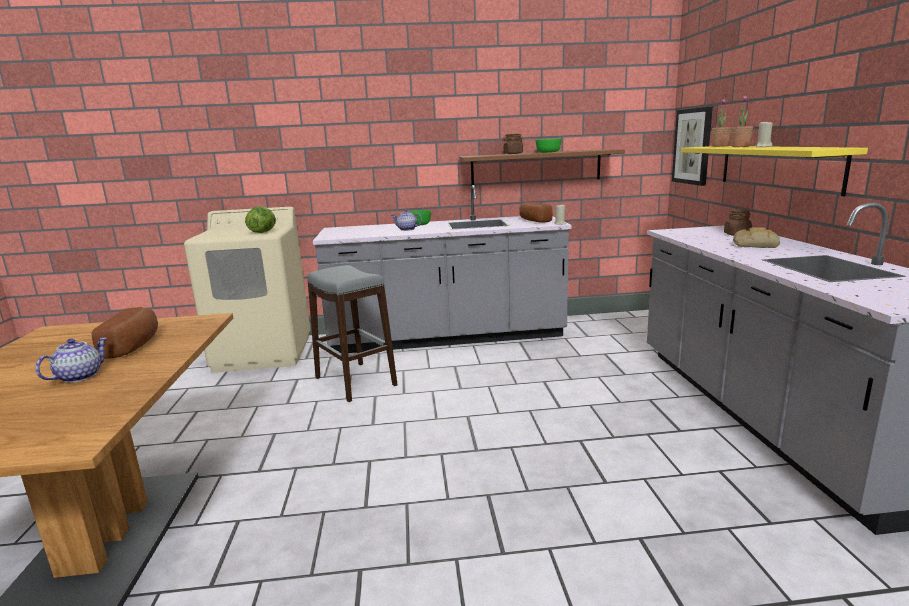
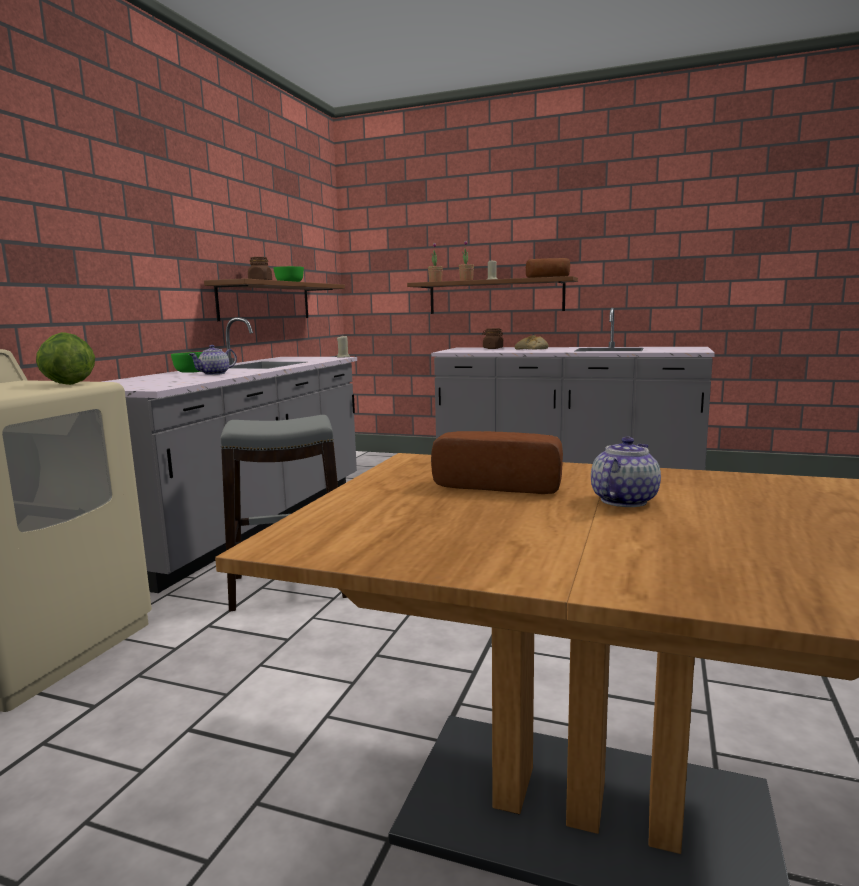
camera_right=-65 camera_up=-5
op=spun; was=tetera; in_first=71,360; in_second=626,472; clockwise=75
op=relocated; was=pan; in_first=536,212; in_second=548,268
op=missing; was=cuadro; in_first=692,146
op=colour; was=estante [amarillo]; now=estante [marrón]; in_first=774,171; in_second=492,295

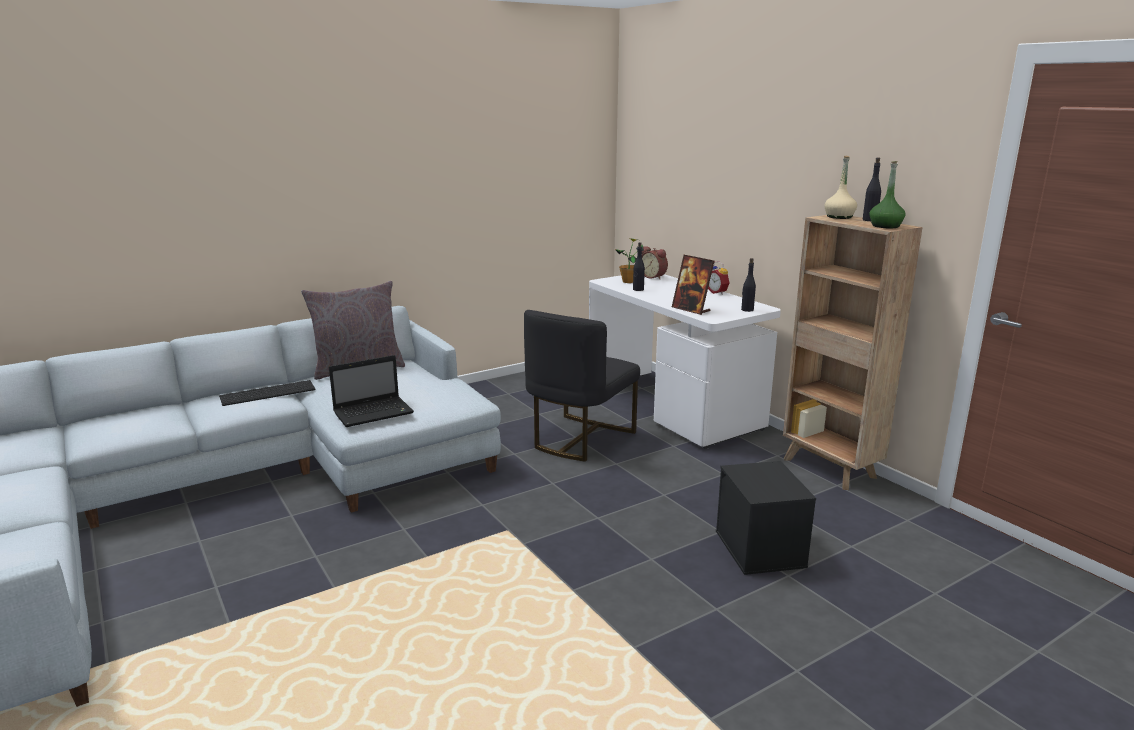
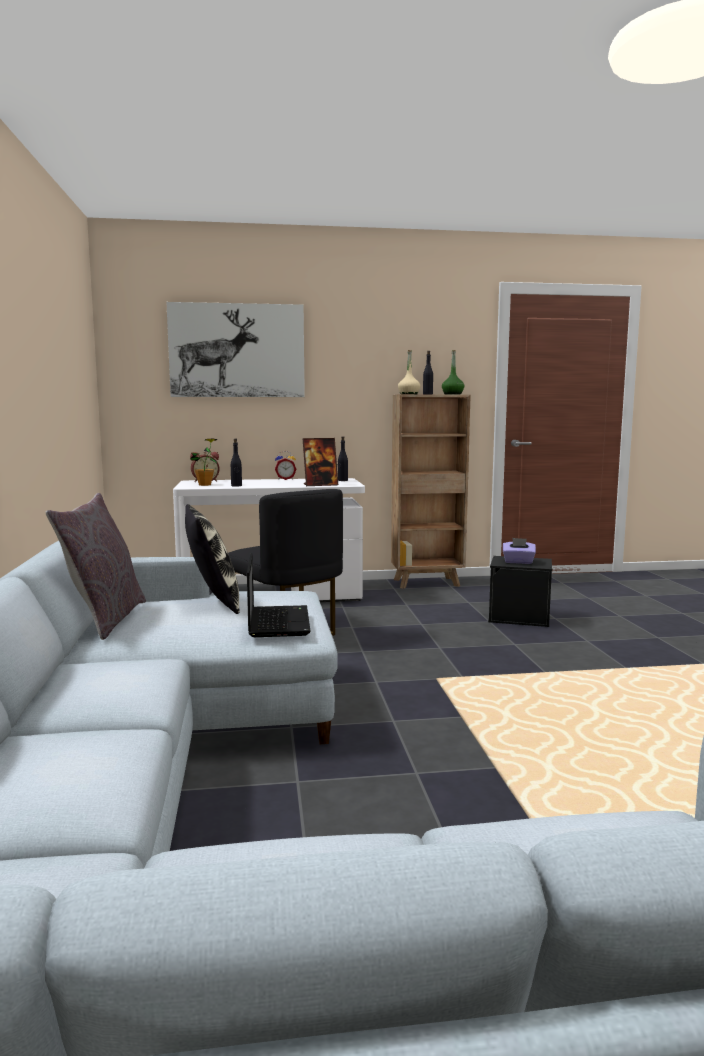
camera_right=-65 camera_up=-10
op=missing; was=teclado; in_first=267,393
op=appeared; now=cuadro; in_second=235,349
op=appeared; now=cojín; in_second=212,559
op=appeared; now=caja de pañuelos [morado]; in_second=519,551

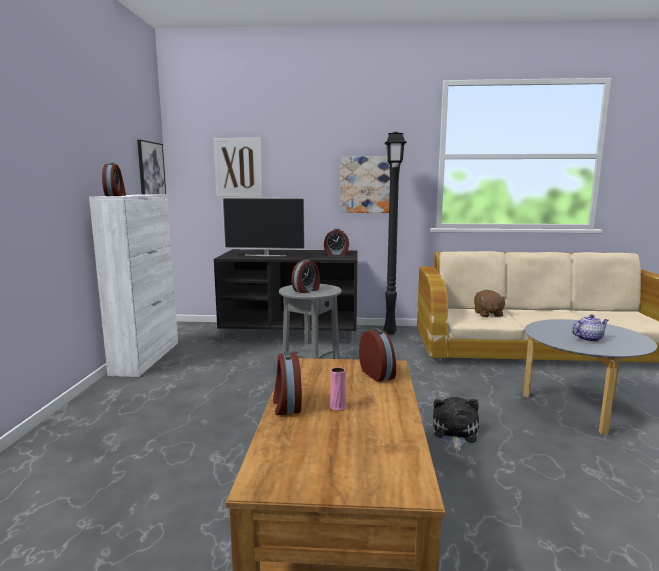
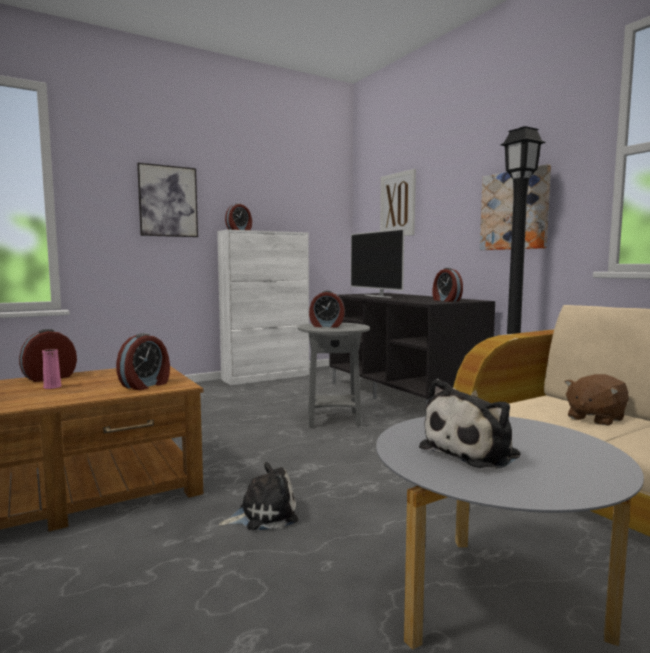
camera_right=55 camera_up=-5
op=relocated; was=cuadro; in_first=151,167; in_second=167,200
op=exchanged; was=tetera; now=peluche; in_first=590,328; in_second=469,424

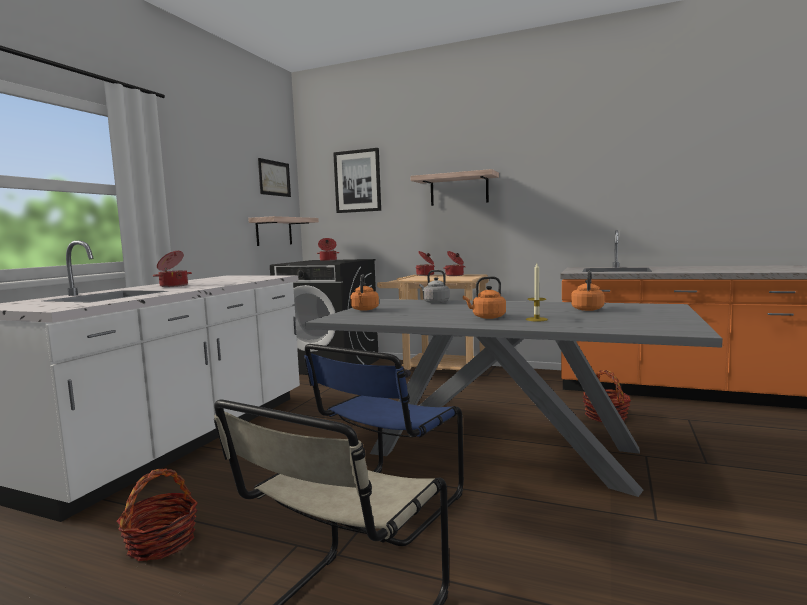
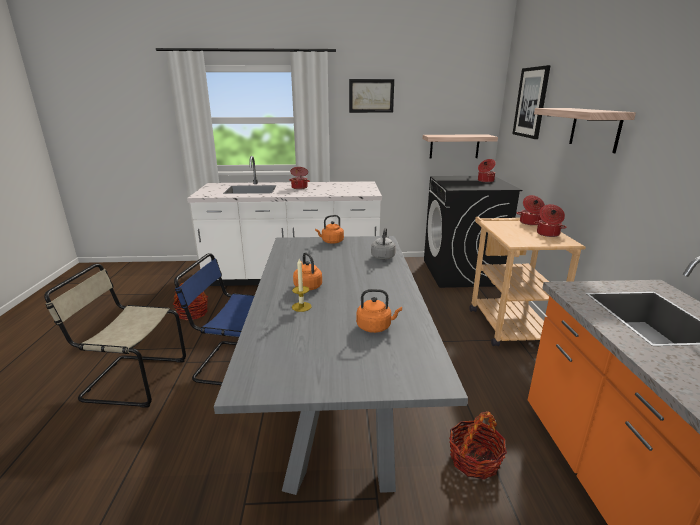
camera_right=65 camera_up=15
op=relocated; was=cuadro; in_first=274,177; in_second=371,96

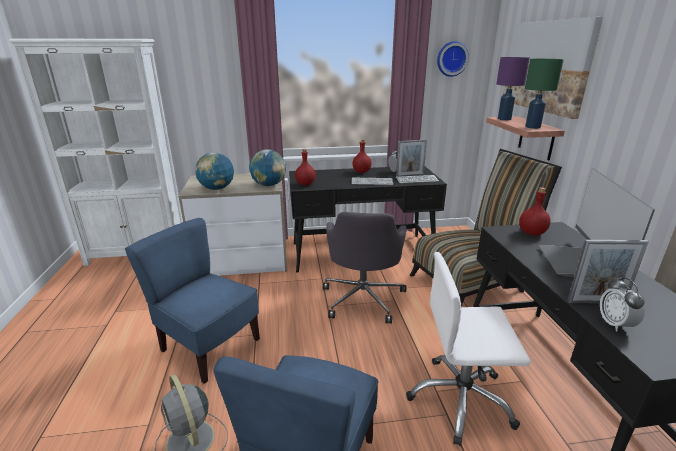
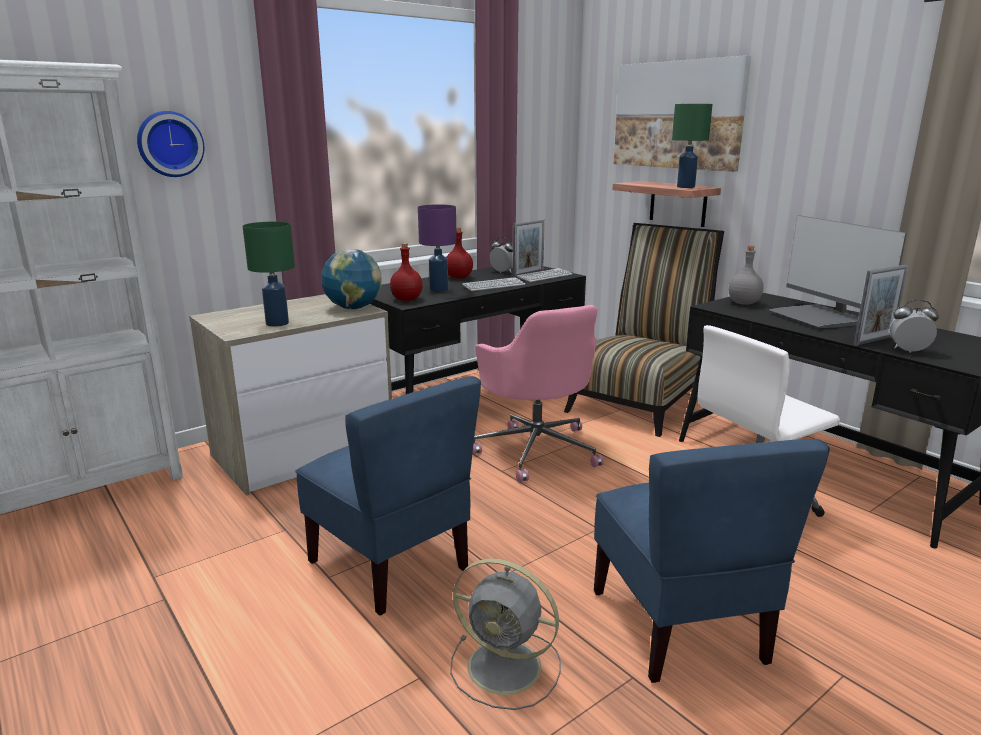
camera_right=-30 camera_up=-5
op=spun; was=silla [azul]; in_first=192,301; in_second=388,496; clockwise=-135
op=exchanged; was=globo terráqueo; now=lámpara de mesa [verde]; in_first=214,171; in_second=269,274
op=colour; was=silla de oficina [gris]; now=silla de oficina [rosa]; in_first=365,268; in_second=538,393
op=relocated; was=reloj de pared; in_first=453,59; in_second=170,144
op=relocated; was=lámpara de mesa [morado]; in_first=513,88; in_second=437,248
op=colour; was=botella [rojo]; now=botella [gris]; in_first=535,211; in_second=746,275
op=spun; was=despertador; in_first=622,305; in_second=914,326; clockwise=135

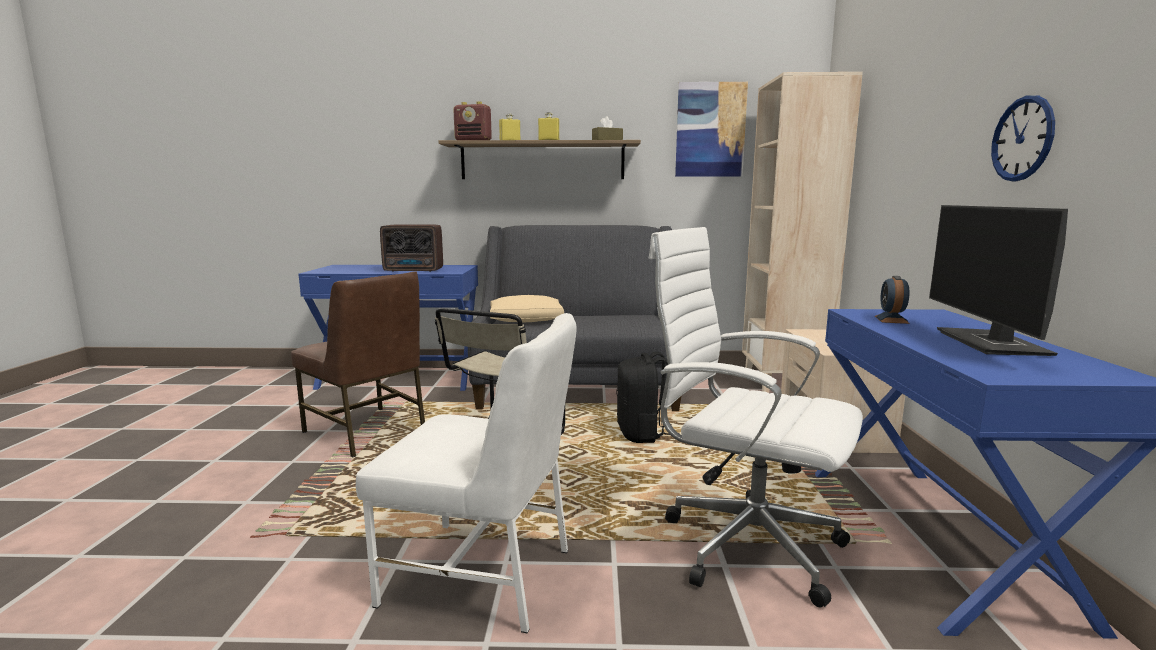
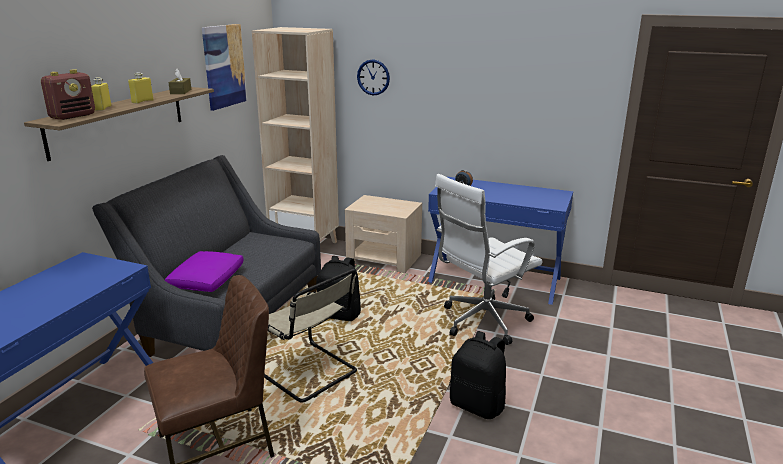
camera_right=-70 camera_up=10
op=exchanged; was=silla [blanco]; now=mochila [negro]; in_first=466,473; in_second=477,375
op=missing; was=radio; in_first=411,248
op=colour; was=cojín [beis]; now=cojín [morado]; in_first=527,308; in_second=204,271
op=missing; was=monitor; in_first=998,280
op=relocated; was=reloj de pared; in_first=1023,138; in_second=373,77

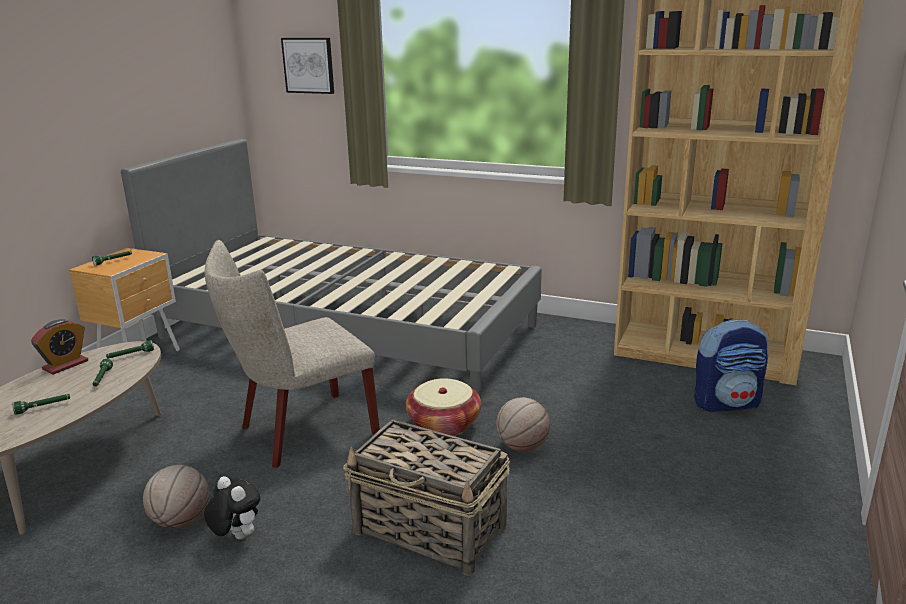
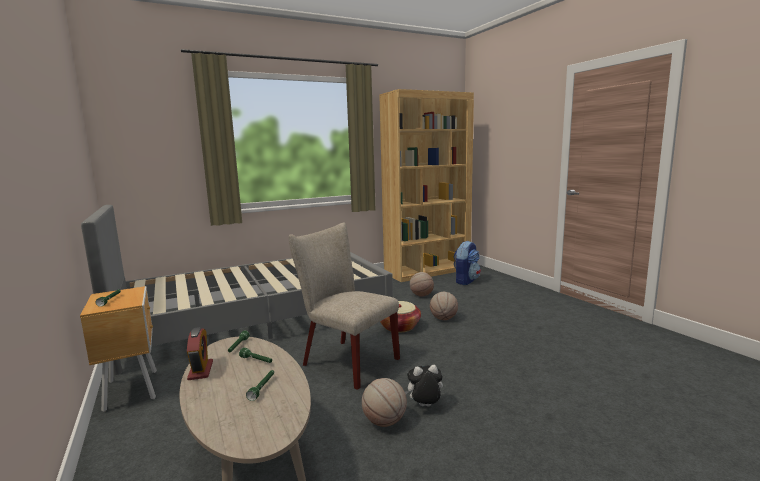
camera_right=-50 camera_up=-10
op=spun; was=silla [beis]; in_first=292,354; in_second=344,306; clockwise=120
op=missing; was=cuadro; in_first=307,66
op=missing; was=cesta; in_first=426,498
op=appeared; now=balón de baloncesto; in_second=422,284

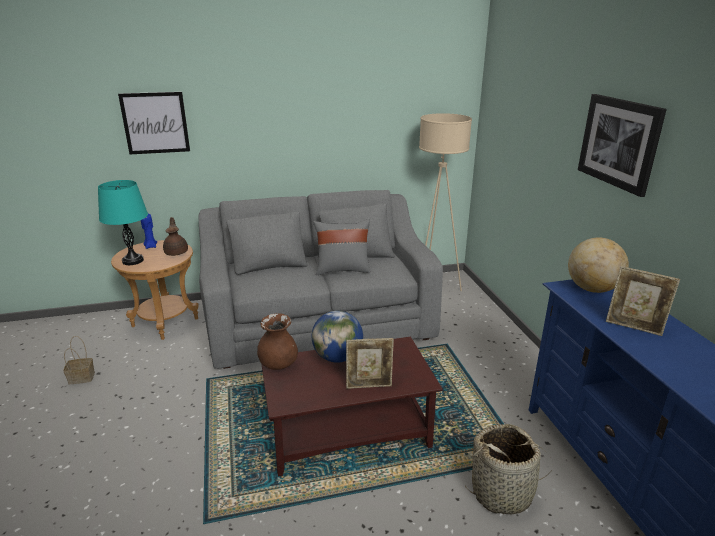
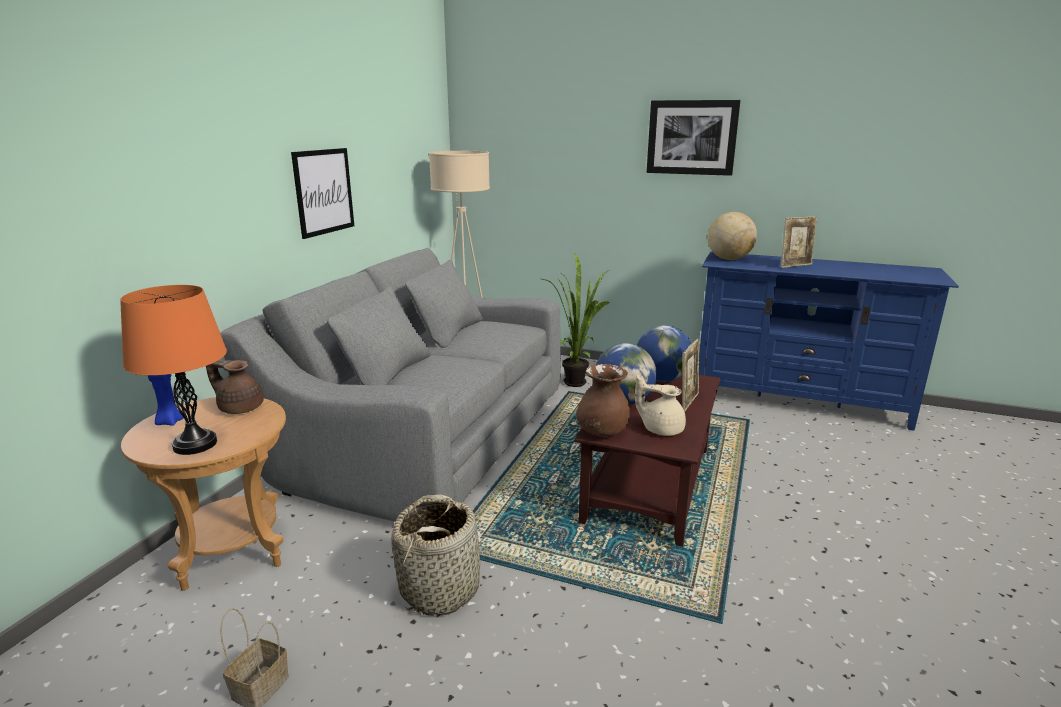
camera_right=-55 camera_up=-5
op=colour; was=lámpara de mesa [turquesa]; now=lámpara de mesa [naranja]; in_first=123,222; in_second=173,370
op=relocated; was=cuadro; in_first=154,123; in_second=322,193
op=missing; was=cojín [gris]; in_first=341,247
op=relocated; was=cesta; in_first=508,469; in_second=435,555
op=appeared; now=planta en maceta; in_second=576,320
op=appeared; now=tetera [beis]; in_second=660,405
op=appeared; now=globo terráqueo; in_second=664,353

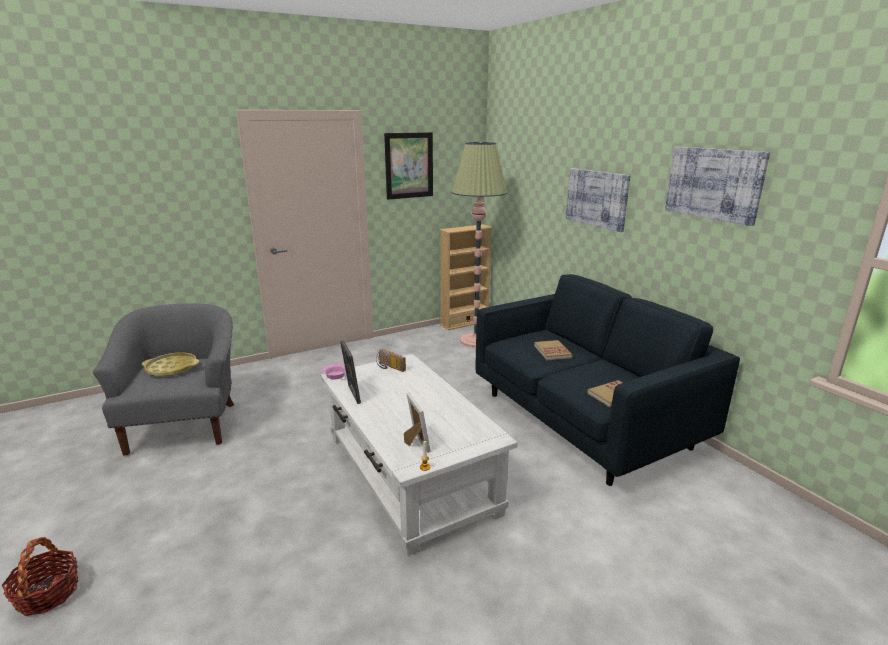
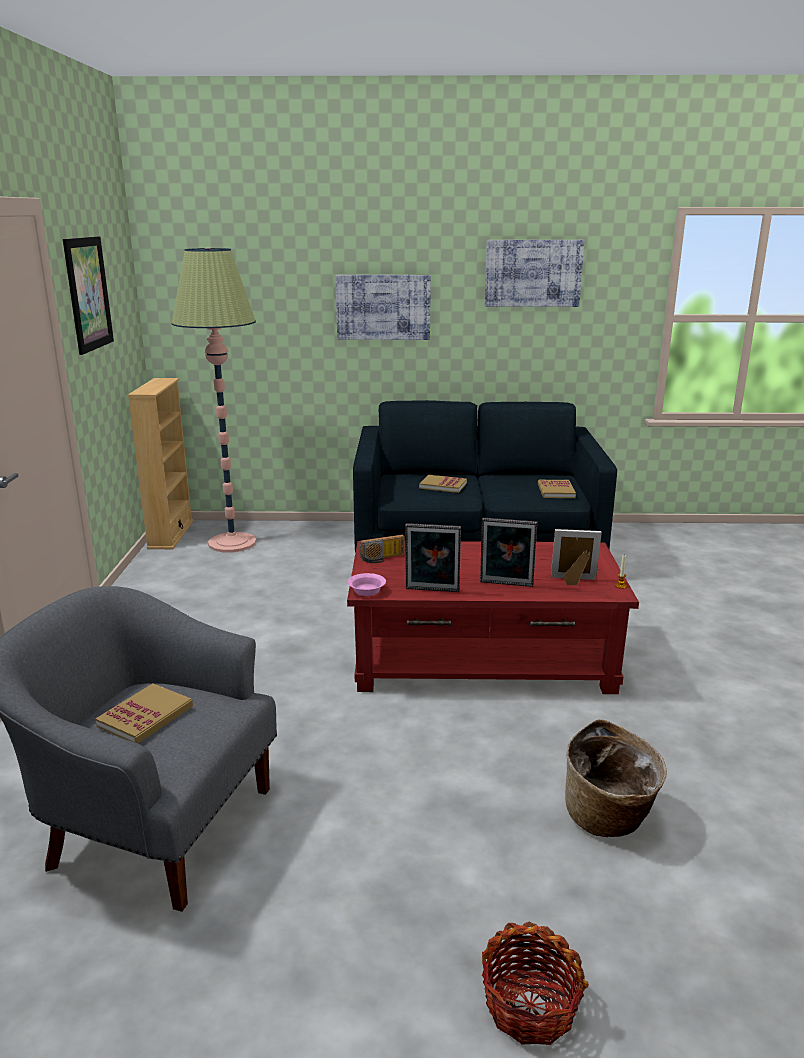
camera_right=-60 camera_up=0
op=exchanged; was=bandeja [amarillo]; now=libro; in_first=170,364; in_second=144,713
op=colour; was=mesa de centro [blanco]; now=mesa de centro [rojo]; in_first=419,455; in_second=493,617
op=appeared; now=portarretratos; in_second=508,552
op=appeared; now=cesta; in_second=616,778

